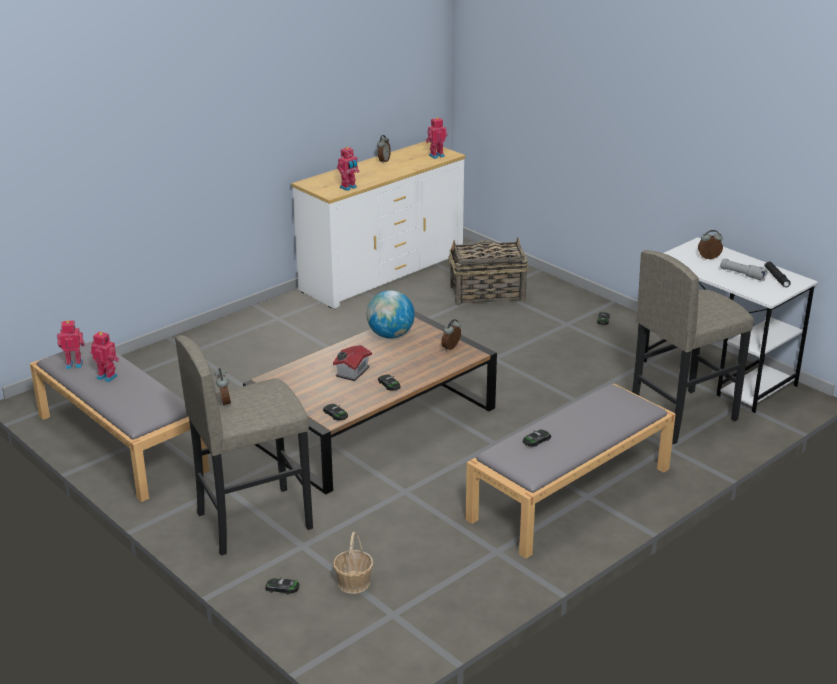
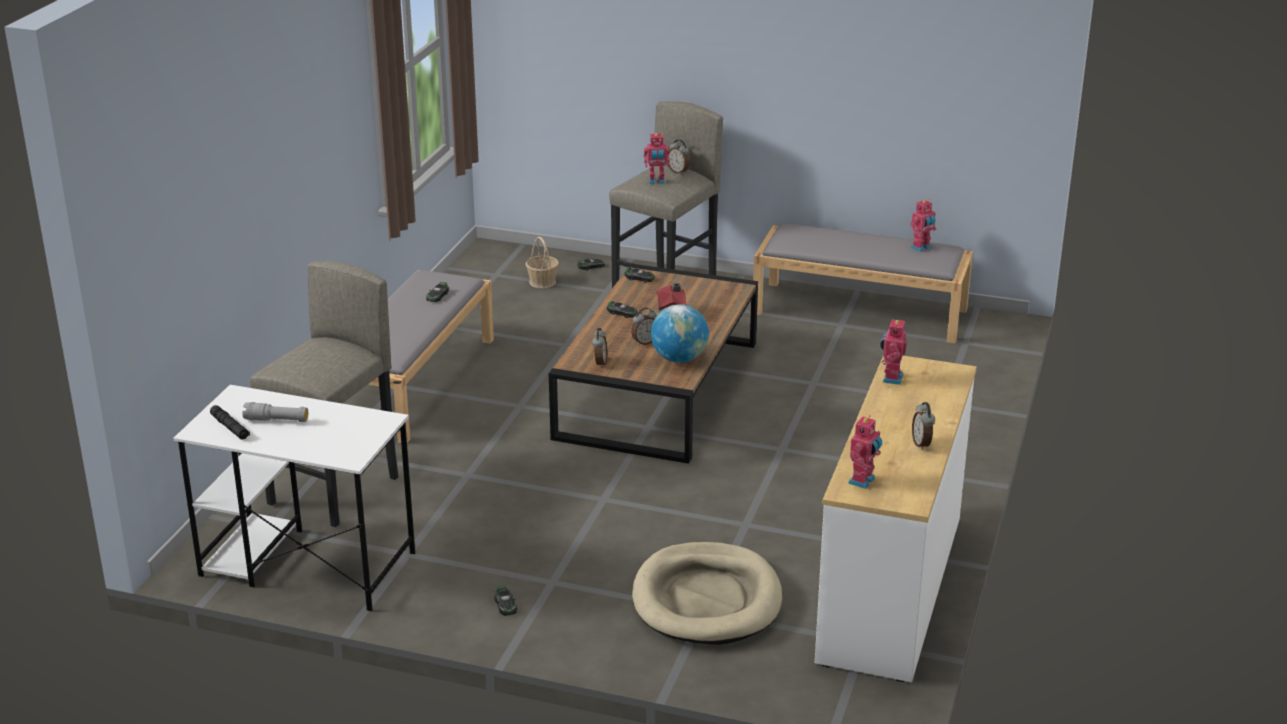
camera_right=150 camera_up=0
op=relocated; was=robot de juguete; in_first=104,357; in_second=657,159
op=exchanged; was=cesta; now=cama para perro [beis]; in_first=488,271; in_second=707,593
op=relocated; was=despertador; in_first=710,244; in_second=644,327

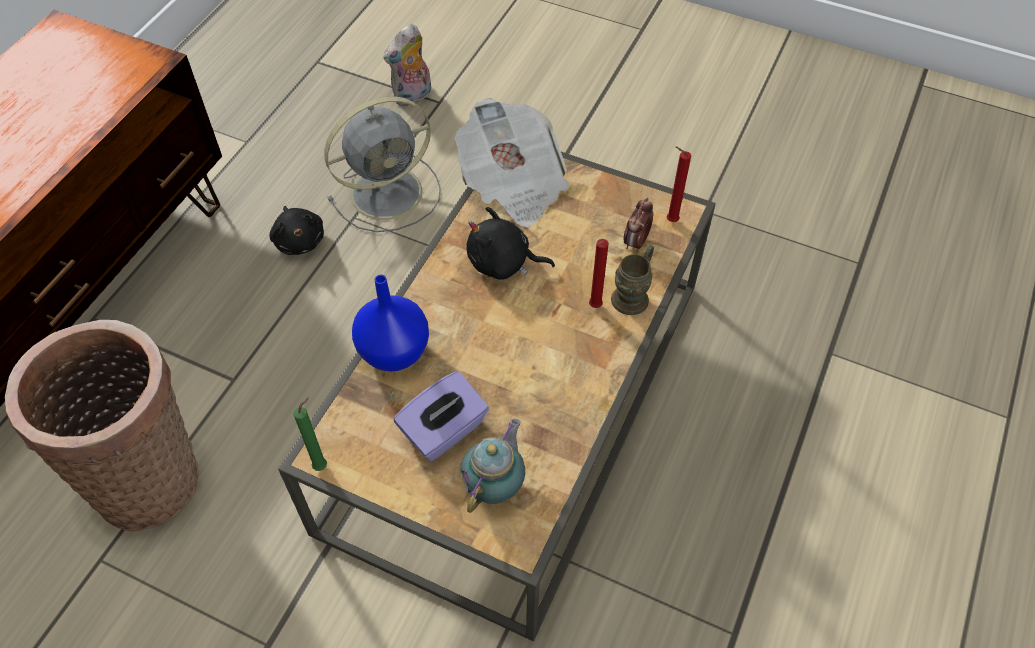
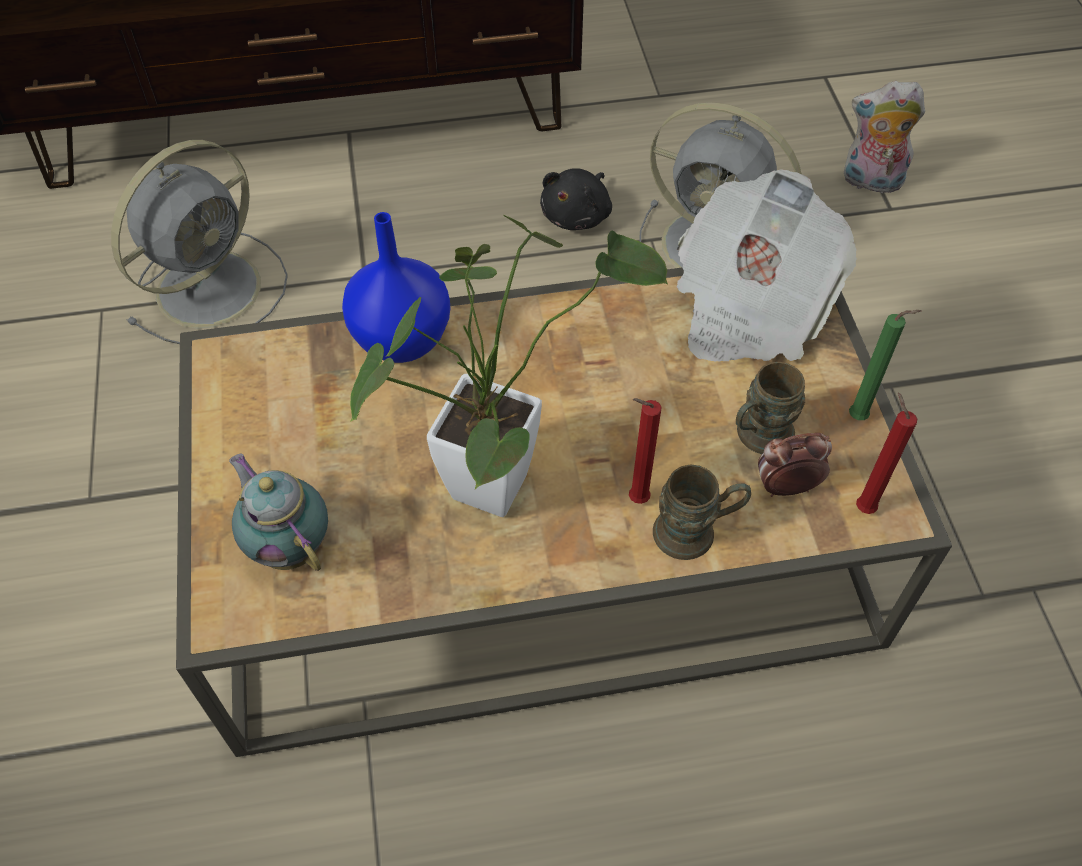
camera_right=55 camera_up=0
op=exchanged; was=cesta; now=ventilador [gris]; in_first=102,426; in_second=199,242
op=relocated; was=vela [verde]; in_first=310,434; in_second=885,365
op=missing; was=caja de pañuelos [morado]; in_first=441,416
op=spun; was=tetera; in_first=492,466; in_second=278,512; clockwise=-120
op=missing; was=peluche [negro]; in_first=510,243
op=appeared; now=planta en maceta; in_second=509,366
op=appeared; now=taza grande [marrón]; in_second=770,408

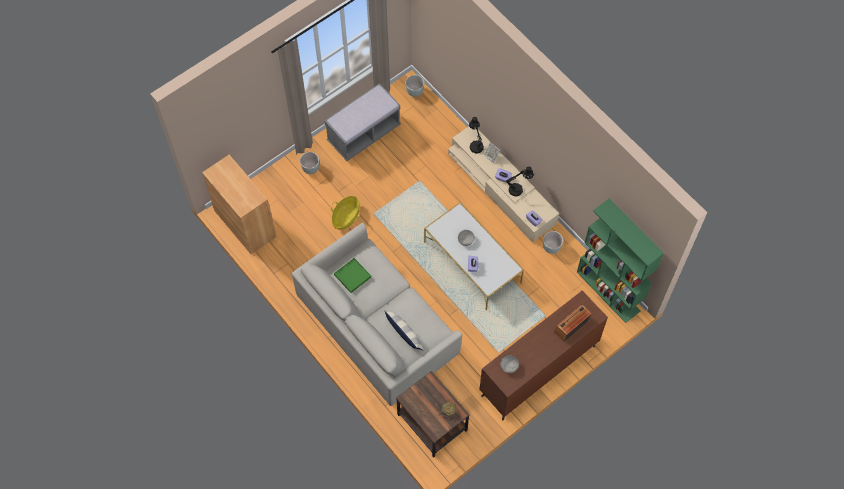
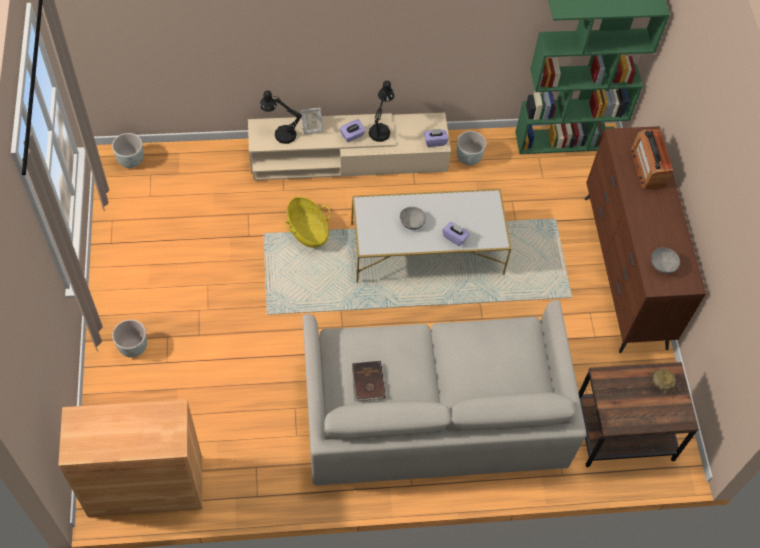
camera_right=-60 camera_up=-5
op=missing; was=banco [gris]; in_first=362,122
op=relocated; was=cesta; in_first=345,212; in_second=308,222
op=exchanged; was=bandeja [verde]; now=libro [marrón]; in_first=352,275; in_second=369,381
op=missing; was=cojín; in_first=404,330

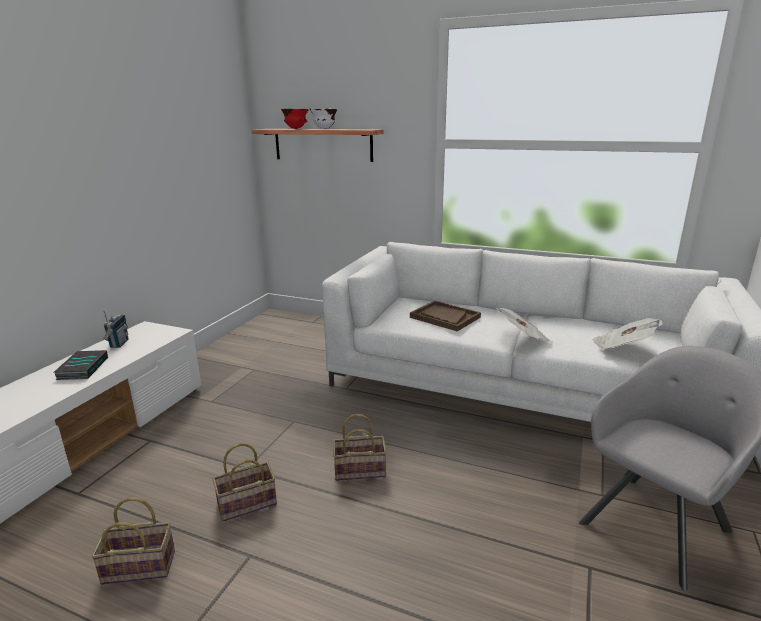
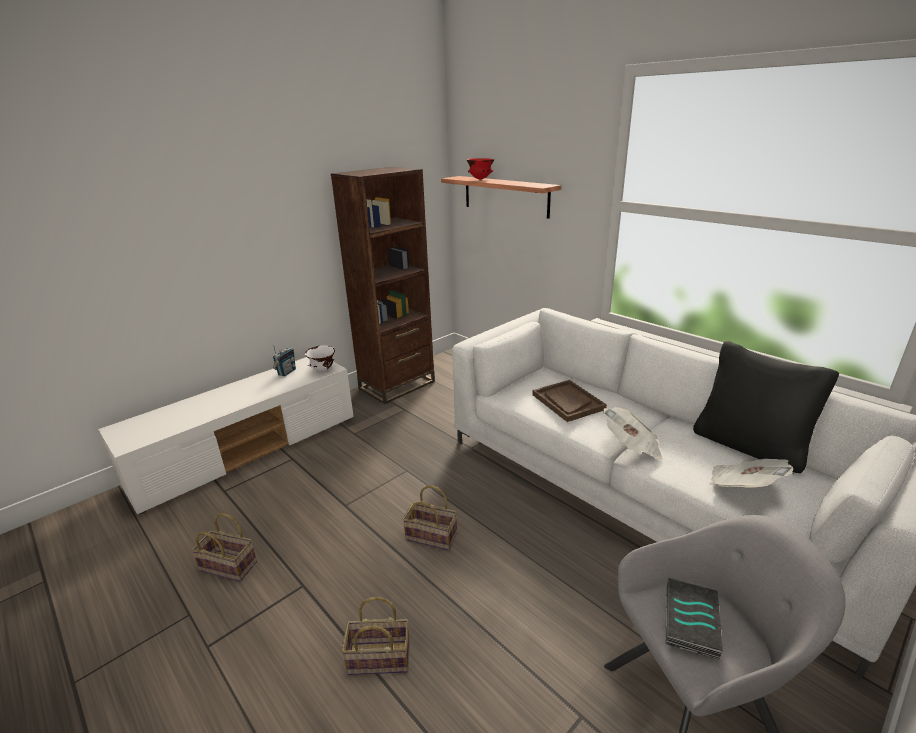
camera_right=25 camera_up=5
op=relocated; was=libro; in_first=81,365; in_second=694,619
op=relocated; was=cesta; in_first=244,482; in_second=375,636
op=relocated; was=cuenco [blanco]; in_first=324,118; in_second=320,358
op=appeared; now=estantería [marrón]; in_second=383,285
op=appeared; now=cojín [negro]; in_second=766,407

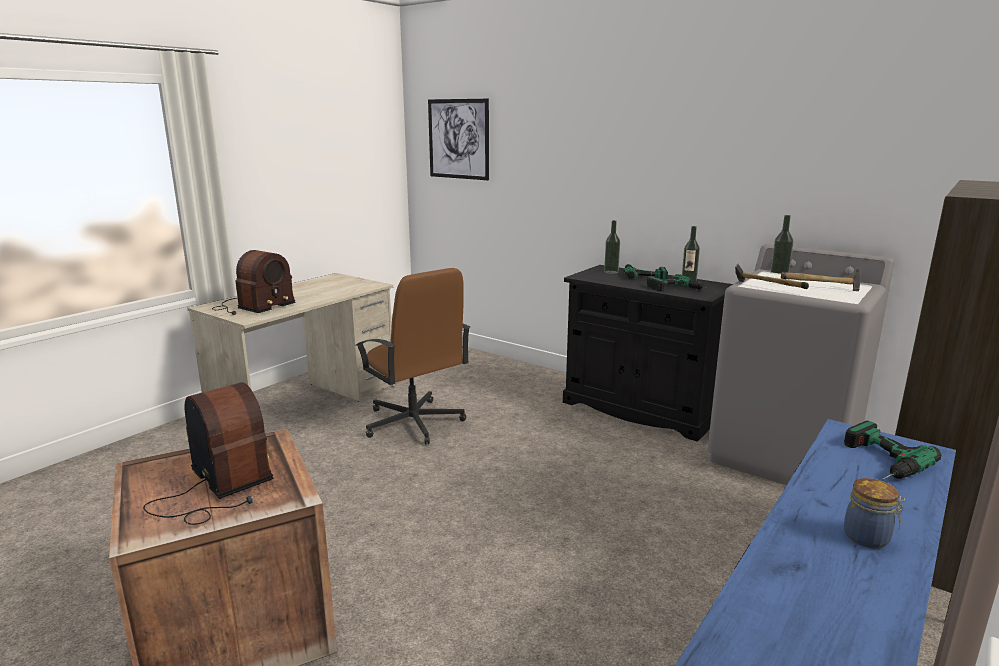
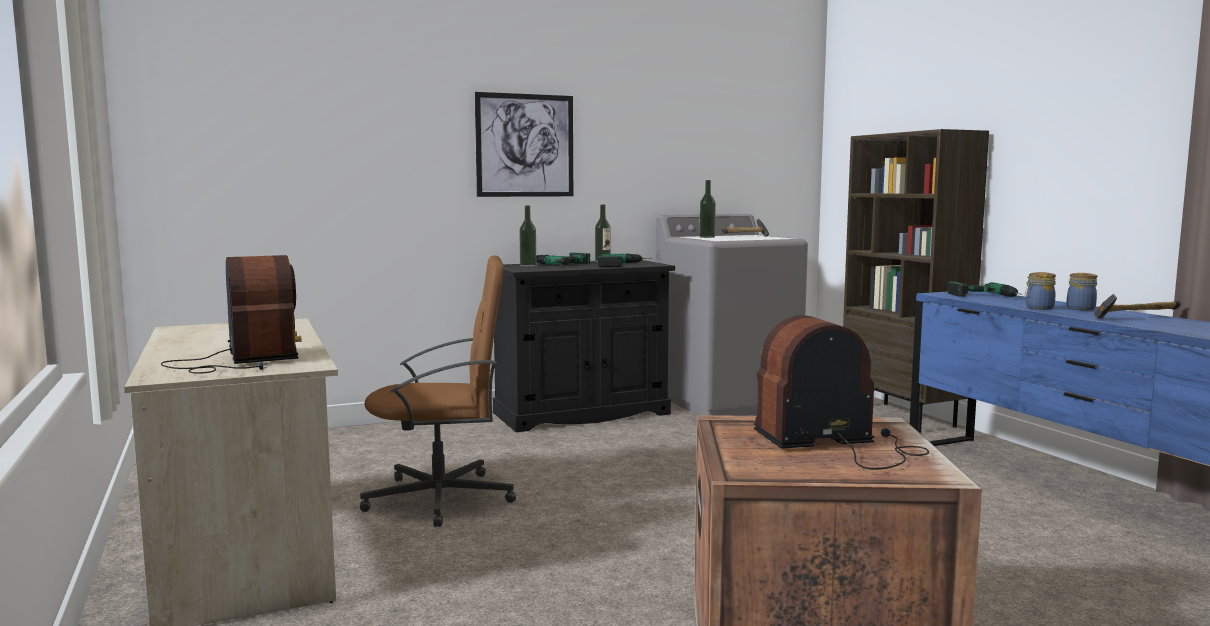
camera_right=-60 camera_up=-10
op=relocated; was=cuadro; in_first=458,139; in_second=524,144
op=relocated; was=martillo; in_first=772,276; in_second=1137,306
op=appeared; now=tarro; in_second=1040,291

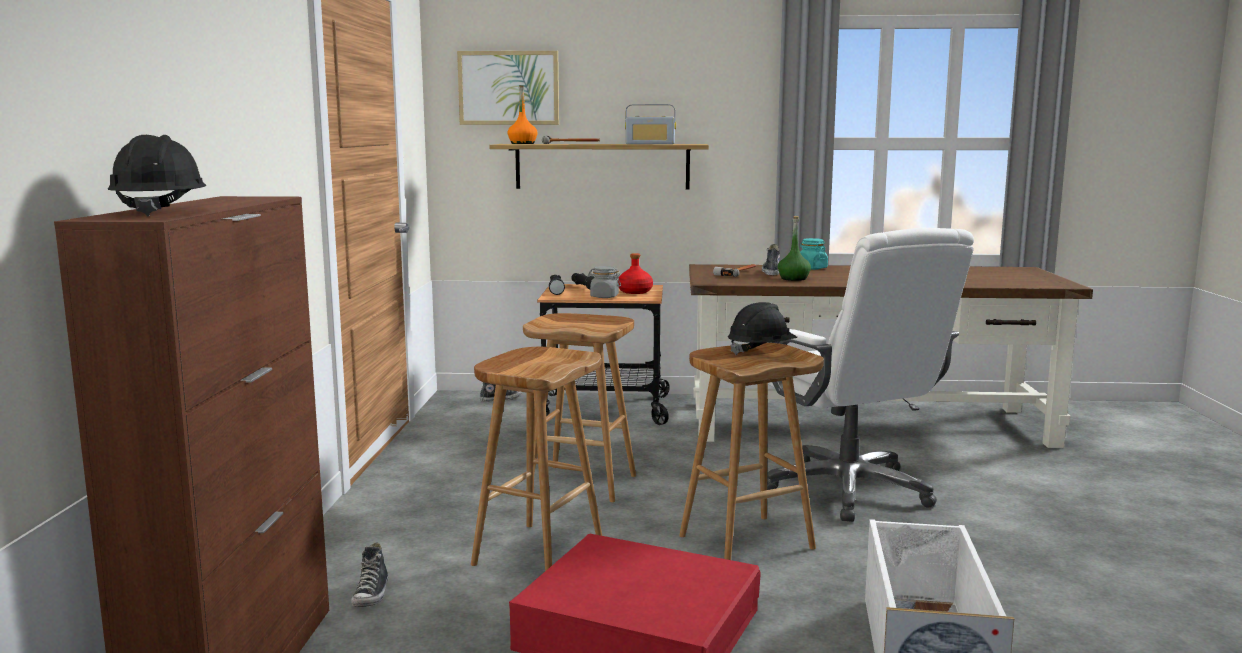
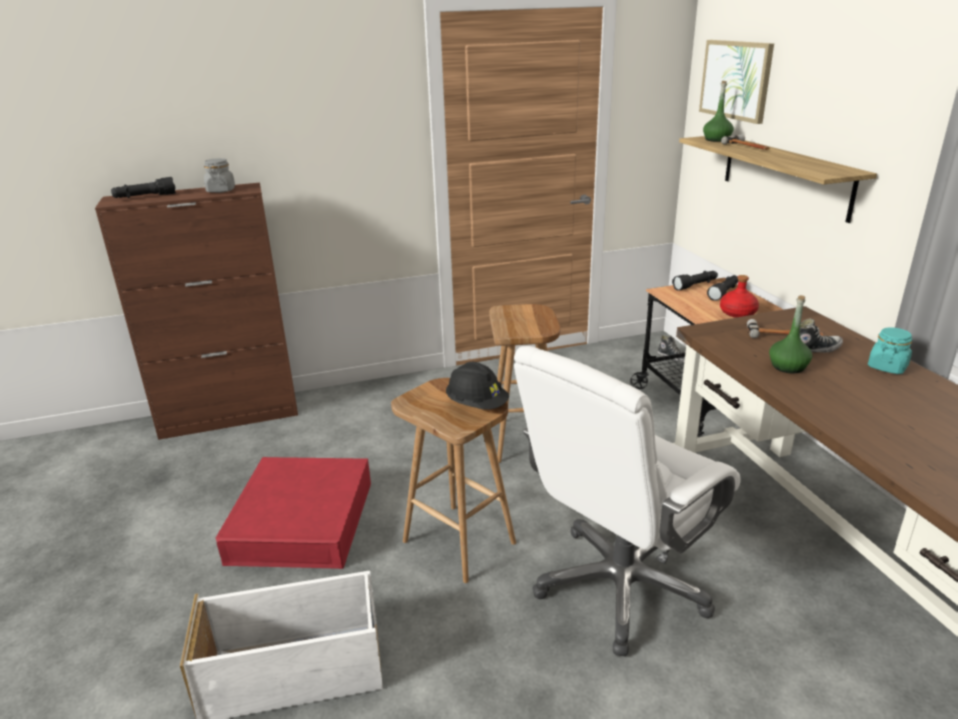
camera_right=70 camera_up=15
op=exchanged; was=casco [negro]; now=linterna [negro]; in_first=157,176; in_second=143,187
op=missing; was=zapato; in_first=369,575
op=missing; was=taburete [marrón]; in_first=536,459
op=colour; was=botella [naranja]; now=botella [verde]; in_first=522,114; in_second=718,111
op=relocated; was=tarro [gris]; in_first=604,282; in_second=219,175
op=missing; was=radio; in_first=650,124

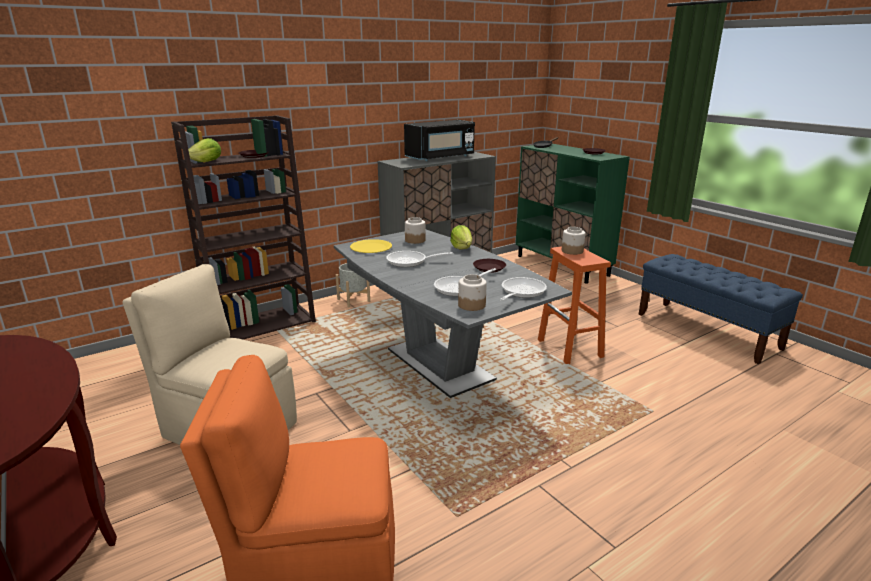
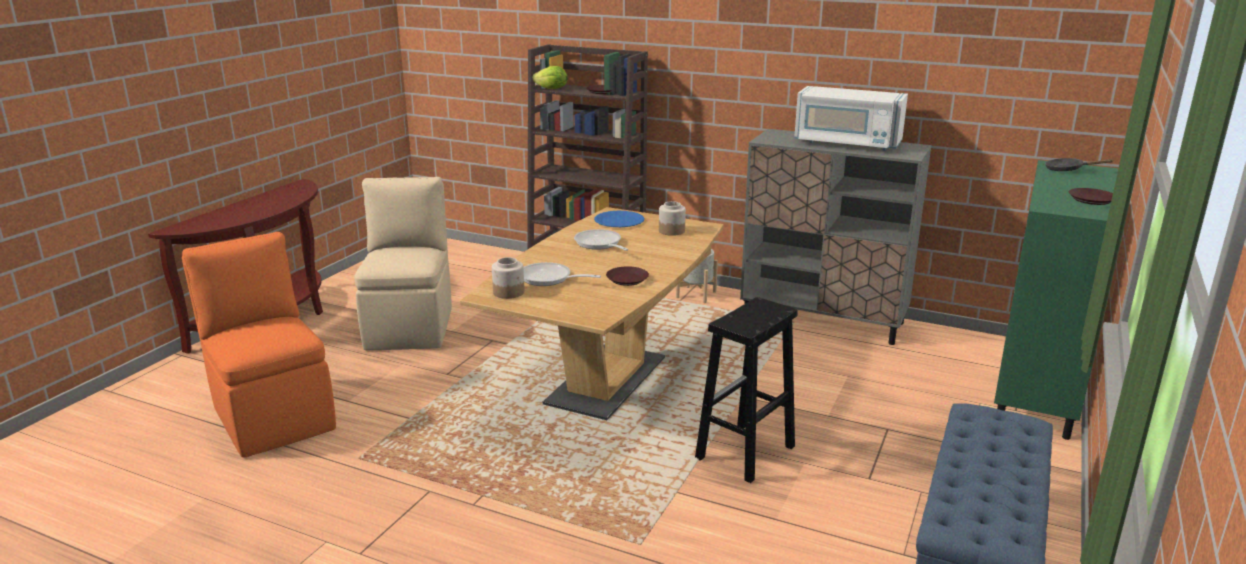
camera_right=60 camera_up=0
op=colour; was=mesa de comedor [gris]; now=mesa de comedor [marrón]; in_first=453,313; in_second=592,313
op=colour; was=plato [amarillo]; now=plato [azul]; in_first=371,246; in_second=619,219
op=colour; was=microondas [negro]; now=microondas [blanco]; in_first=439,140; in_second=851,118
op=missing; was=lechuga; in_first=461,237
op=missing; was=sartén; in_first=523,289
op=colour; was=taburete [naranja]; now=taburete [negro]; in_first=574,305; in_second=746,390
op=missing; was=tarro; in_first=573,241

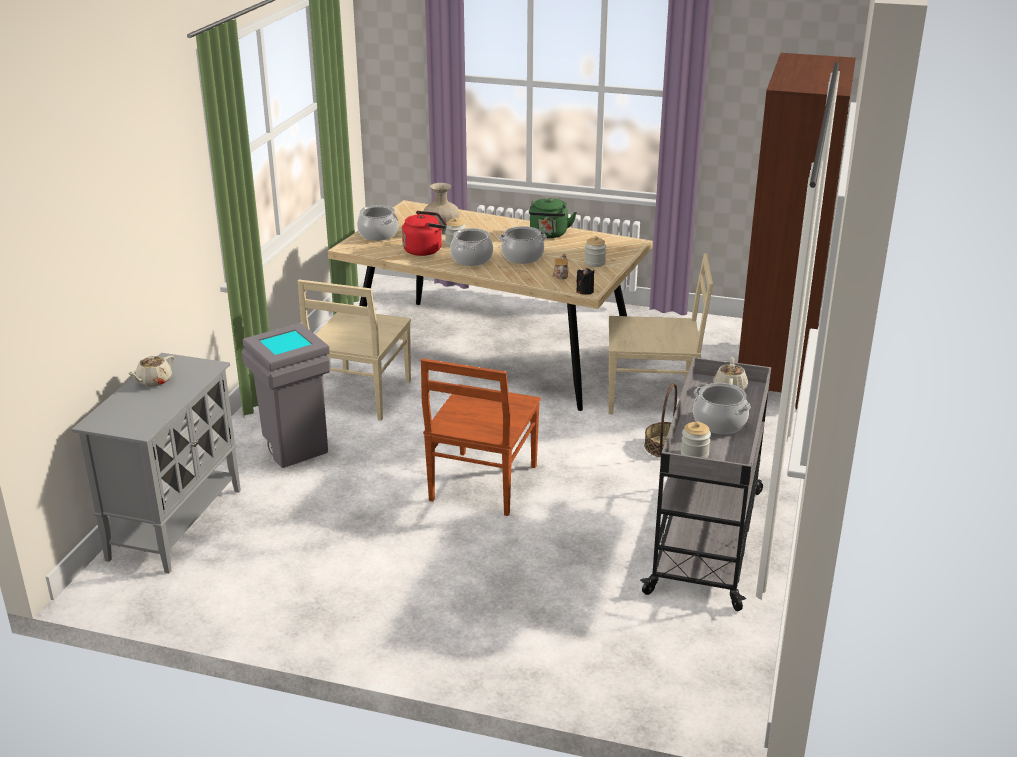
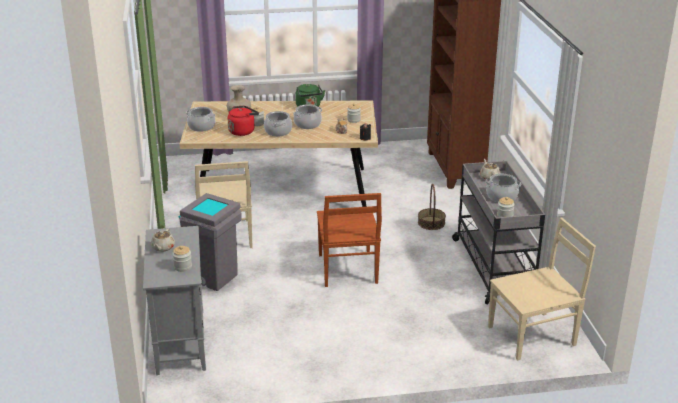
camera_right=-25 camera_up=0
op=relocated; was=silla [beis]; in_first=660,333; in_second=542,289
op=appeared; now=tarro; in_second=182,259

